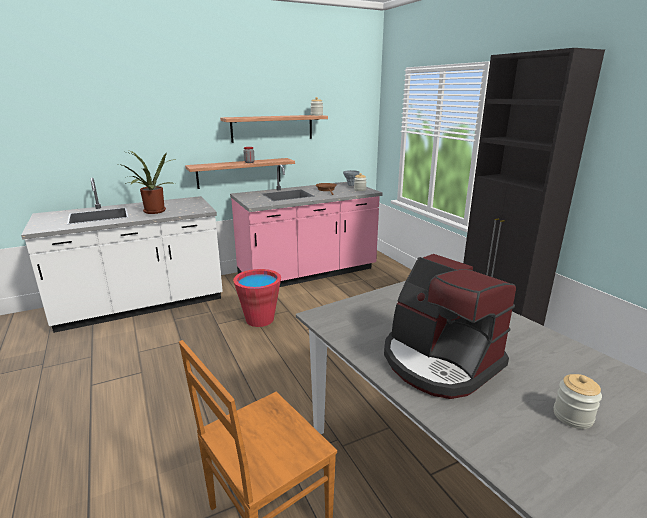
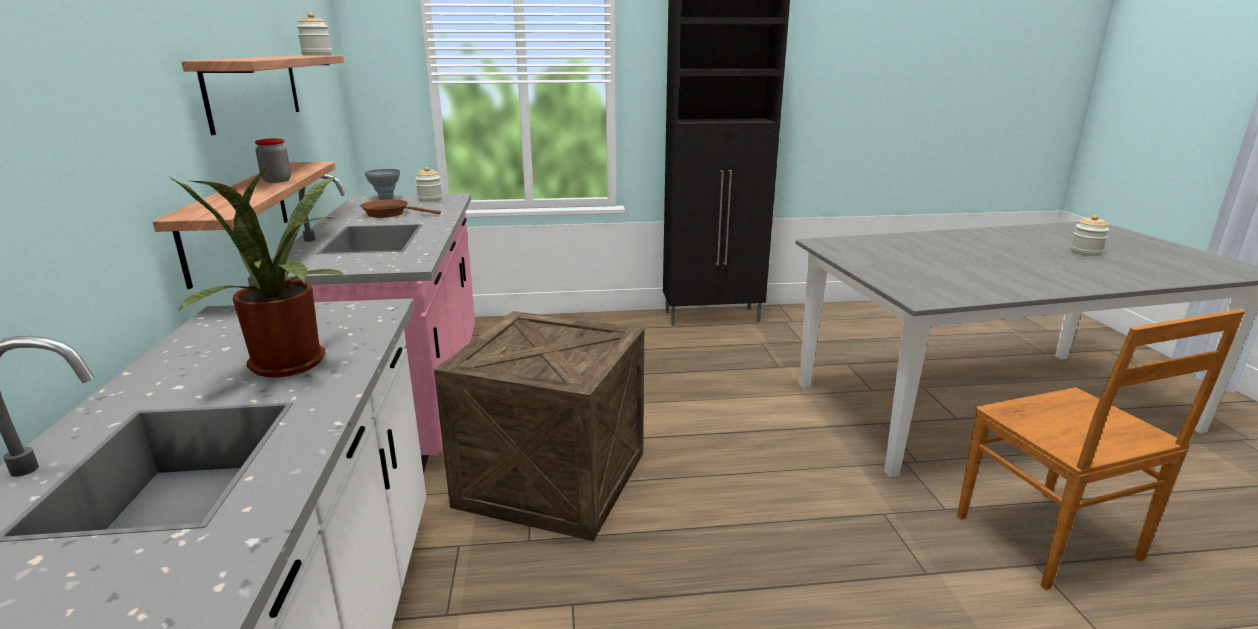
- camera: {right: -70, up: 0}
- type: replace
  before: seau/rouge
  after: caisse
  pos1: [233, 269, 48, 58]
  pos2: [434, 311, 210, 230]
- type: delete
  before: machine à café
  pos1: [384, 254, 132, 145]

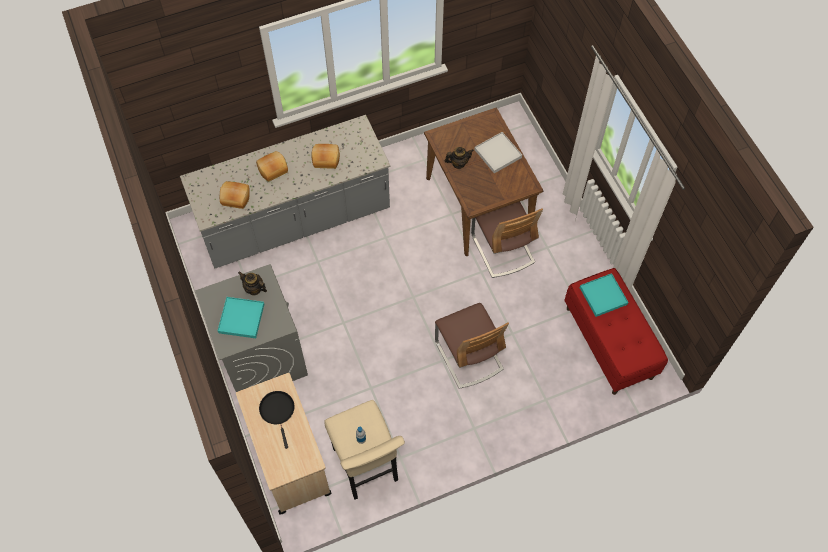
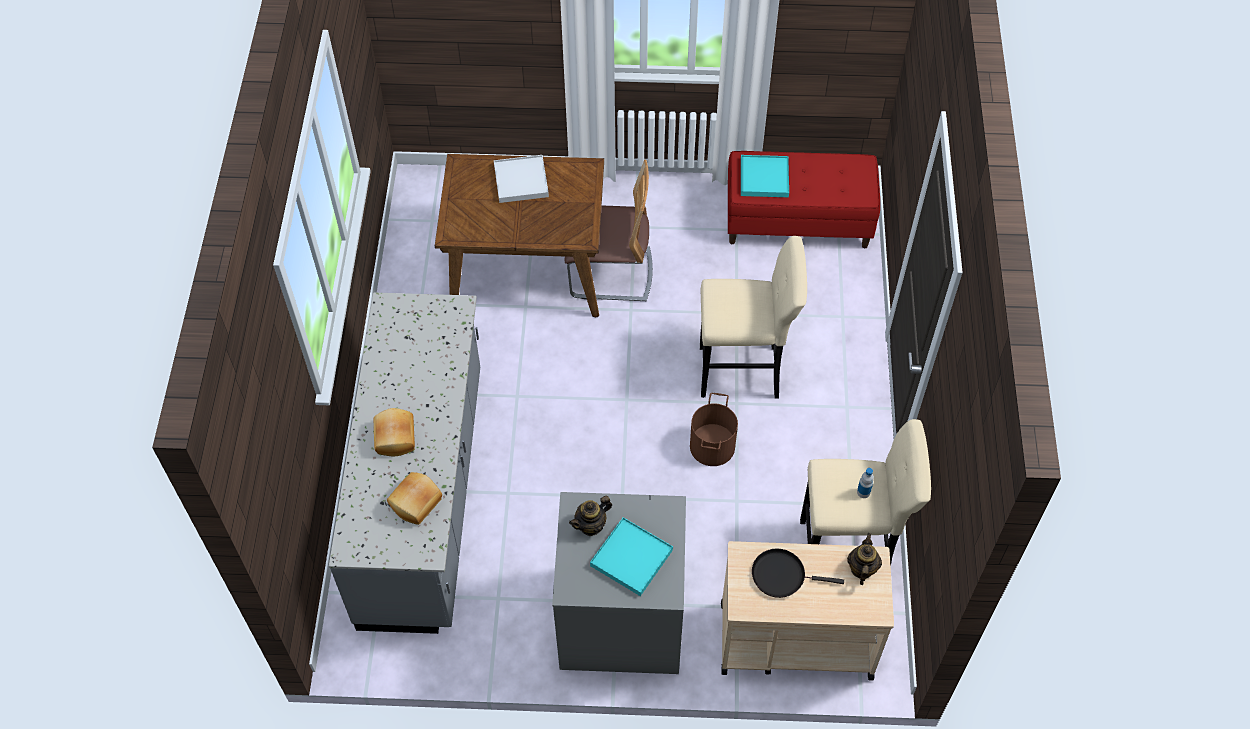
- camera: {right: -65, up: -5}
- type: insert
  after: seau/marron
  pos2: [690, 393, 48, 73]
- type: replace
  before: chaise
  after: tabouret/beige
  pos1: [435, 303, 74, 86]
  pos2: [700, 236, 107, 162]
- type: move
  before: théière
  pos1: [445, 147, 29, 22]
  pos2: [847, 533, 35, 52]
- type: delete
  before: pain
  pos1: [311, 144, 29, 25]

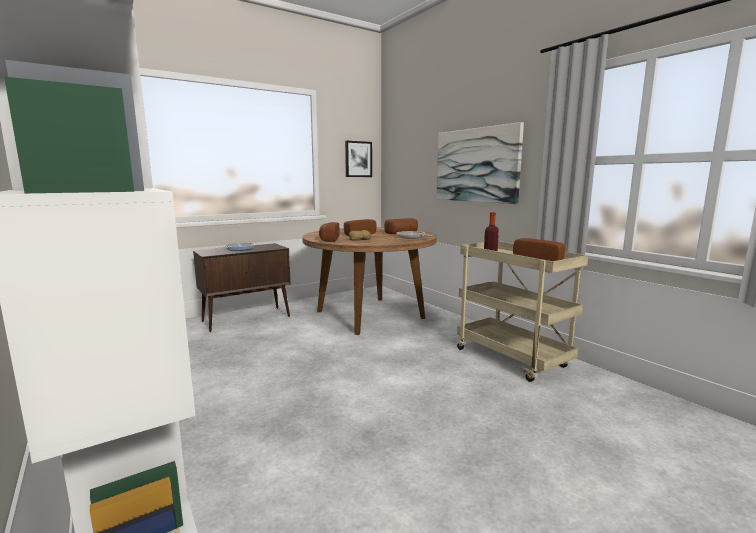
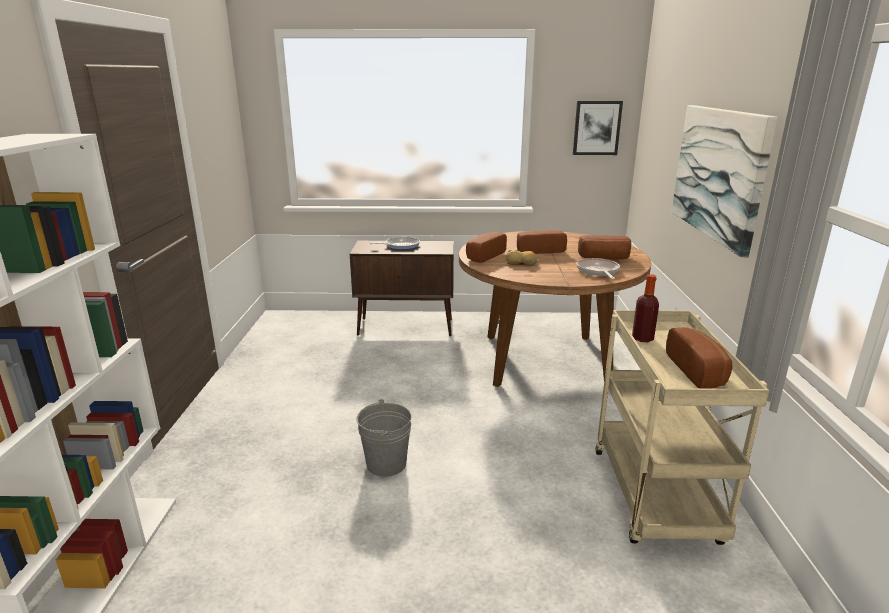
- camera: {right: 35, up: 10}
- type: insert
  after: seau/gris
  pos2: [357, 399, 54, 78]

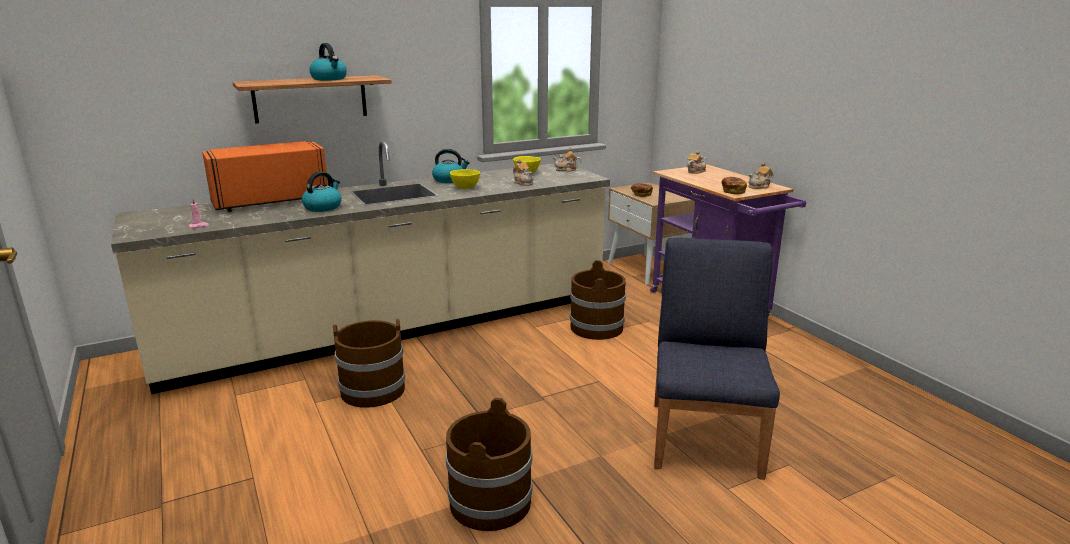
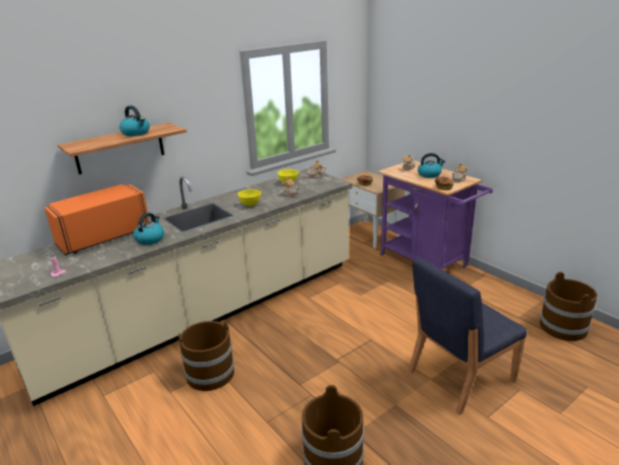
- camera: {right: -10, up: 5}
- type: rotate
  before: chaise/bleu
  pos1: [654, 238, 126, 242]
  pos2: [408, 258, 119, 157]
  turn: -120
- type: move
  before: bouilloire
  pos1: [432, 149, 38, 34]
  pos2: [418, 153, 27, 25]
- type: move
  before: seau/marron
  pos1: [570, 260, 56, 80]
  pos2: [540, 272, 57, 69]

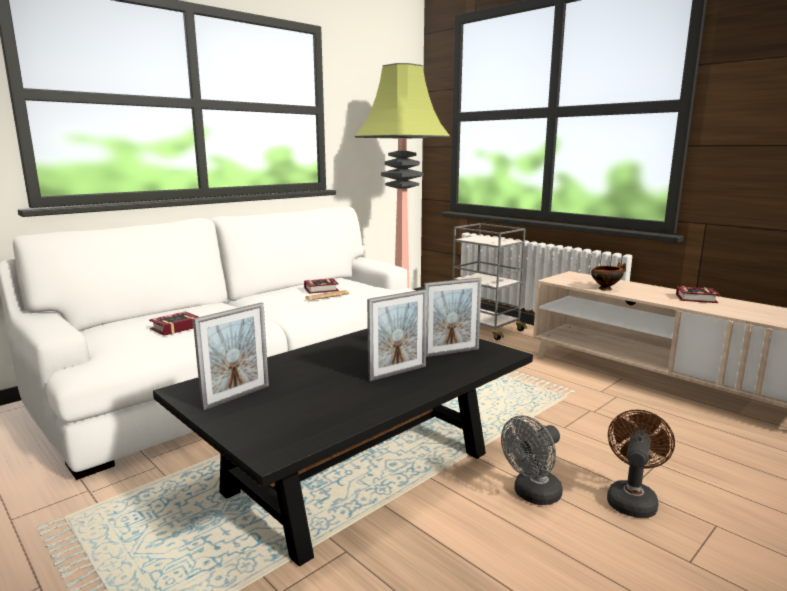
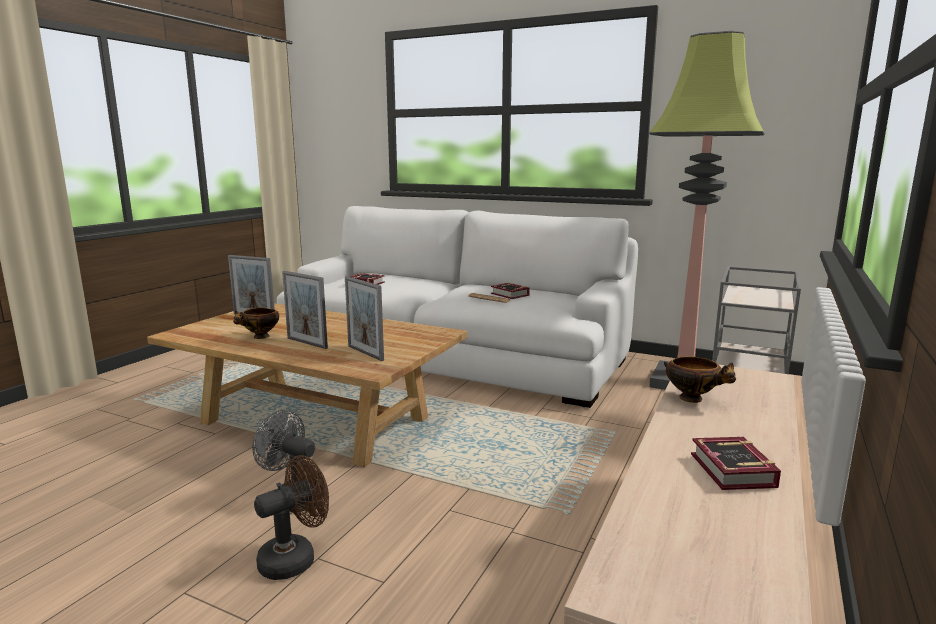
- camera: {right: 70, up: 0}
- type: recolor
  before: table basse/noir
  after: table basse/beige
  pos1: [153, 328, 380, 238]
  pos2: [147, 303, 321, 164]
- type: insert
  after: bol
  pos2: [233, 308, 46, 31]
- type: rotate
  before: ventilateur/marron
  pos1: [607, 410, 68, 108]
  pos2: [254, 455, 75, 125]
  turn: -45

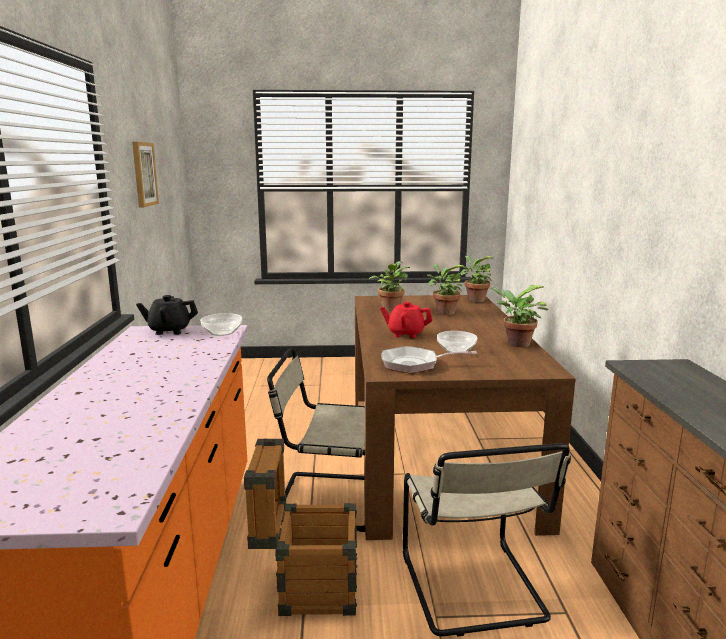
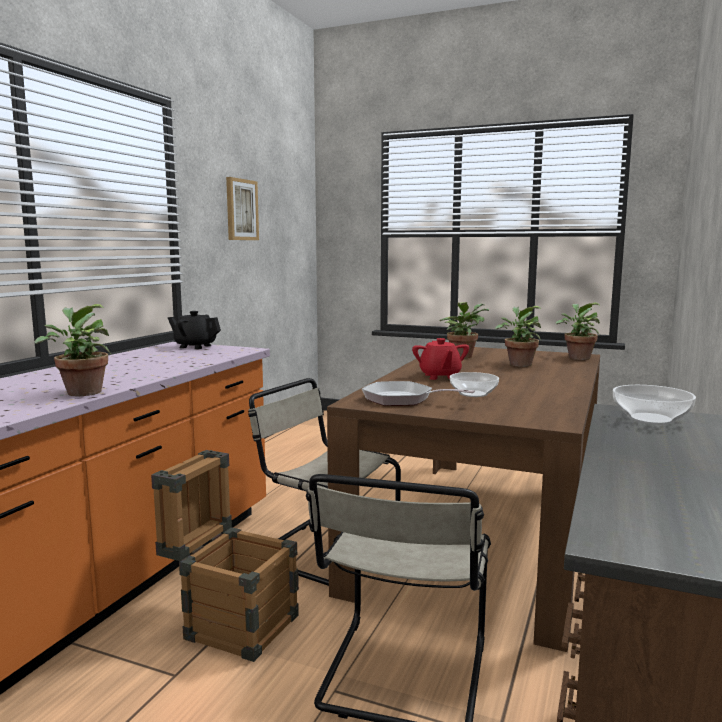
- camera: {right: 25, up: -5}
- type: move
  before: plante en pot
  pos1: [490, 285, 58, 62]
  pos2: [34, 304, 77, 92]
- type: rotate
  before: théière/rouge
  pos1: [380, 302, 53, 36]
  pos2: [412, 338, 57, 42]
  turn: -135
- type: move
  before: bol
  pos1: [200, 313, 42, 23]
  pos2: [613, 385, 83, 40]

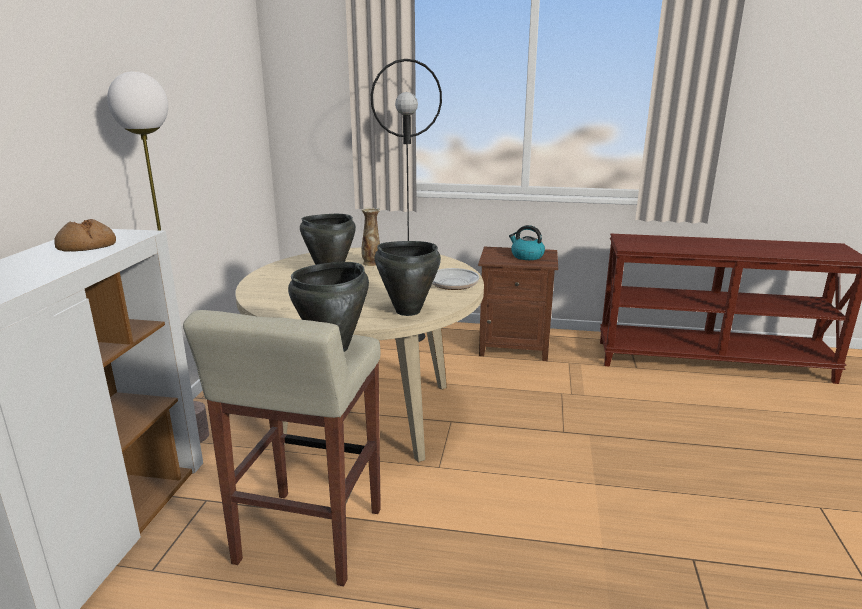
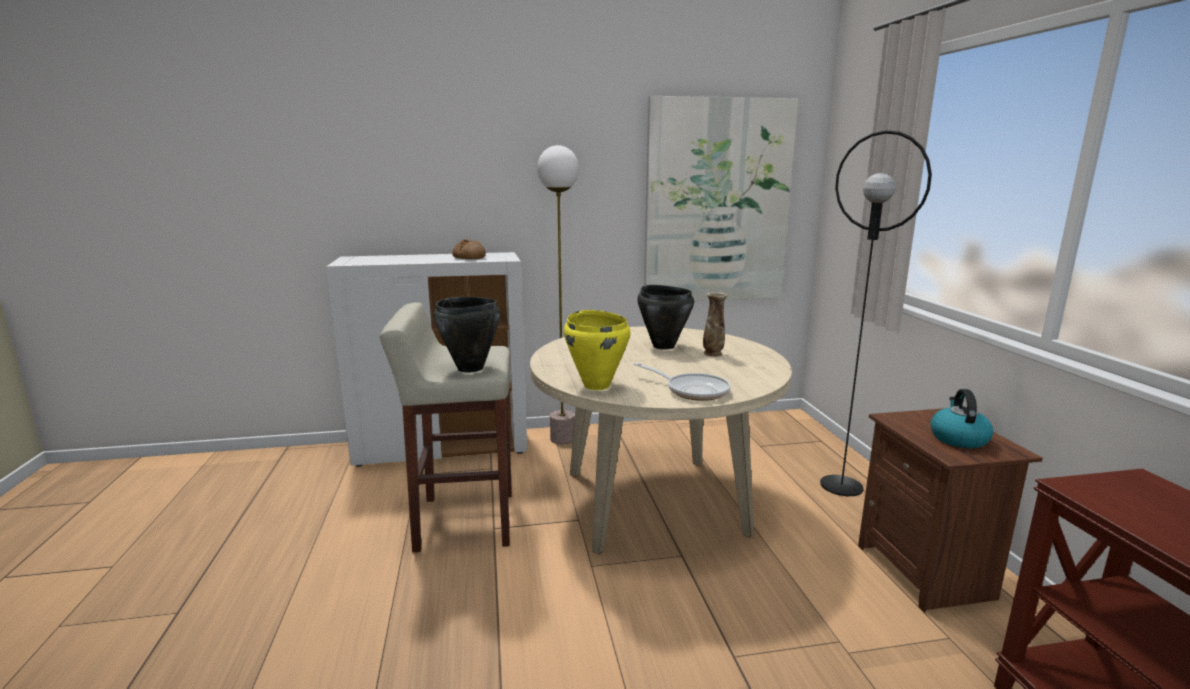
- camera: {right: 70, up: -5}
- type: recolor
  before: marmite/noir
  after: marmite/jaune
  pos1: [375, 241, 66, 75]
  pos2: [564, 310, 67, 80]
- type: insert
  after: tableau
  pos2: [644, 96, 155, 205]

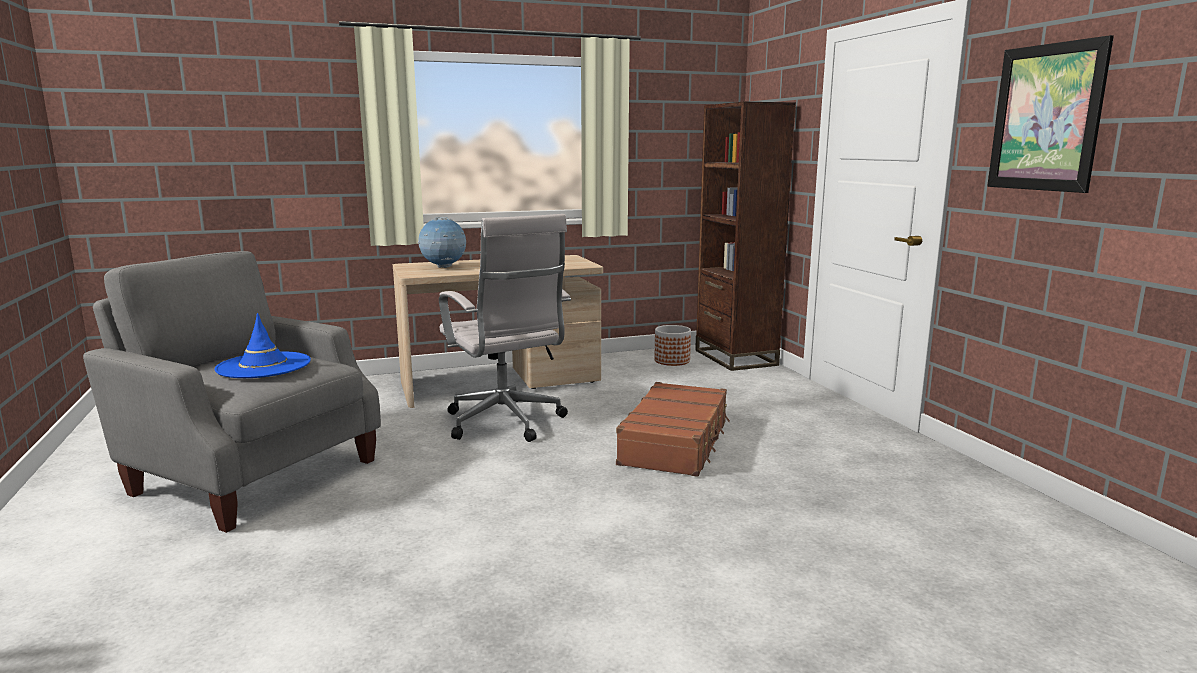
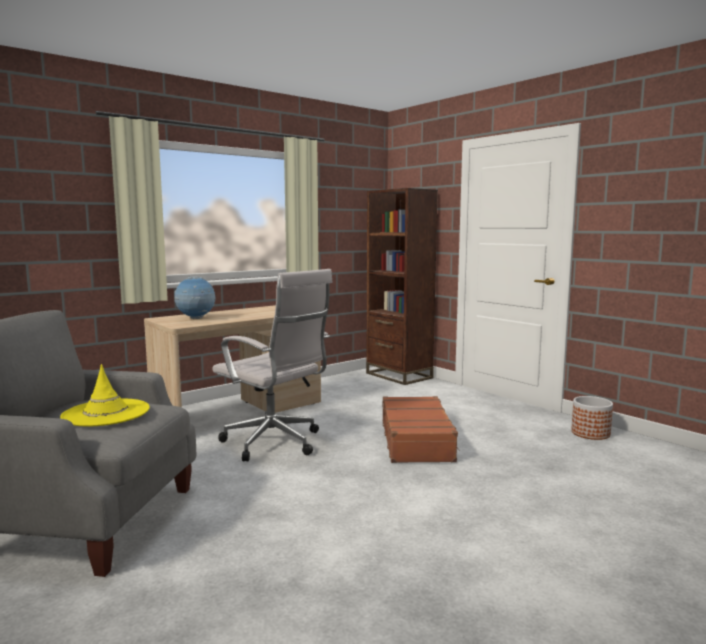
- camera: {right: -20, up: -5}
- type: recolor
  before: chapeau/bleu
  after: chapeau/jaune
  pos1: [214, 313, 97, 65]
  pos2: [60, 364, 90, 62]
- type: move
  before: cache-pot
  pos1: [654, 325, 37, 41]
  pos2: [571, 396, 42, 44]
- type: delete
  before: tableau
  pos1: [987, 35, 127, 158]

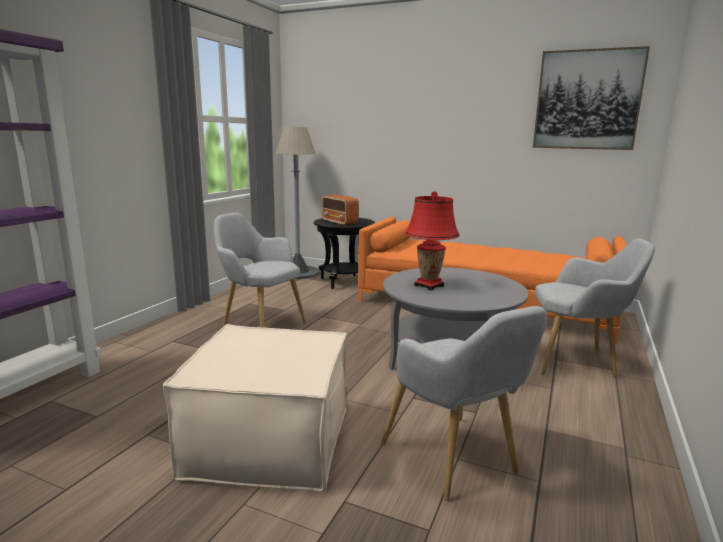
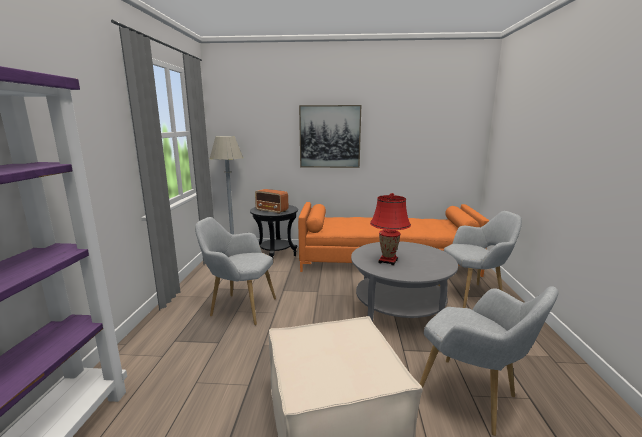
- camera: {right: -20, up: 0}
- type: move
  before: tableau
  pos1: [533, 46, 117, 104]
  pos2: [299, 105, 62, 63]

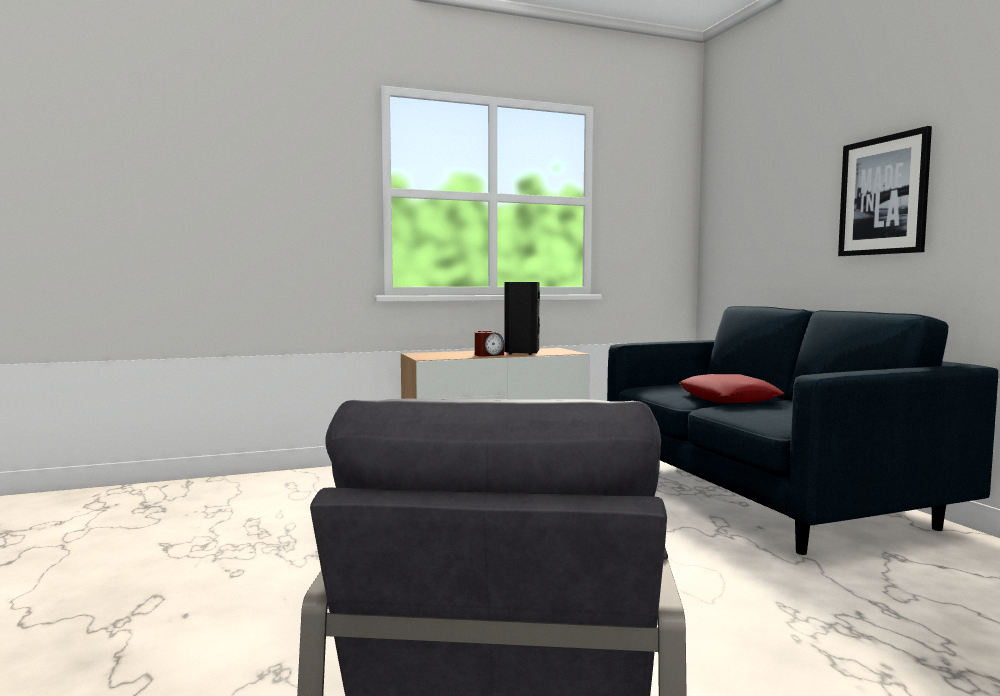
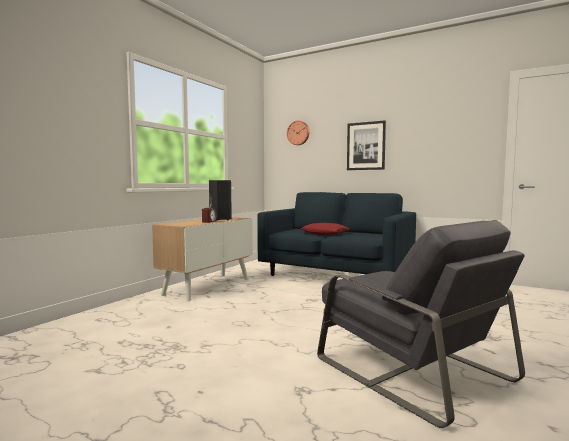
- camera: {right: -40, up: 0}
- type: insert
  after: horloge murale
  pos2: [287, 121, 22, 24]

